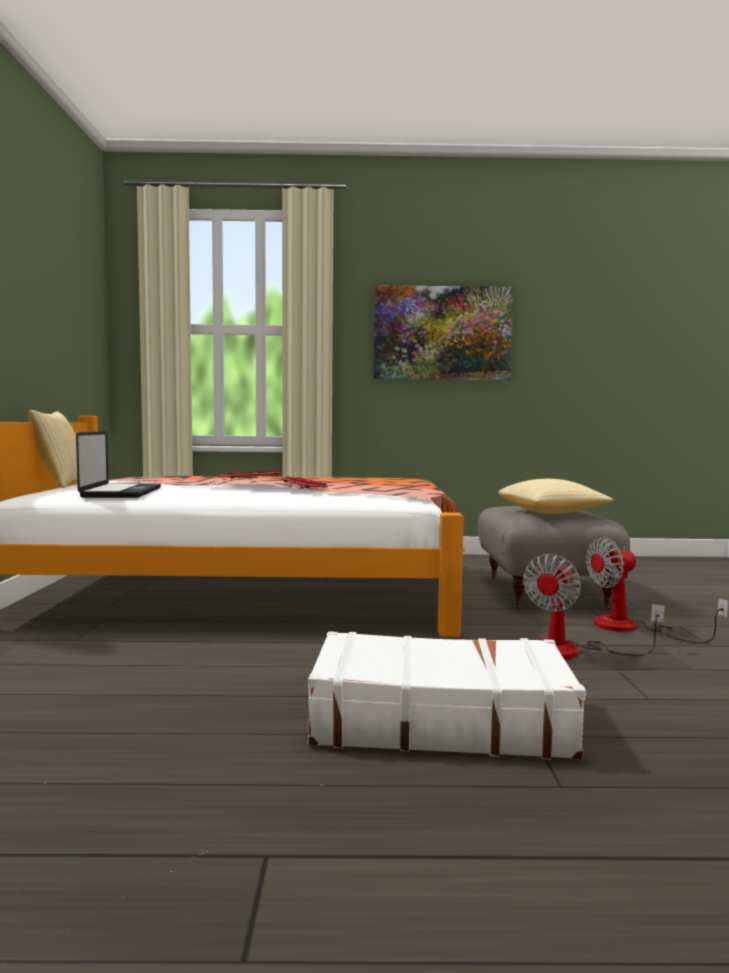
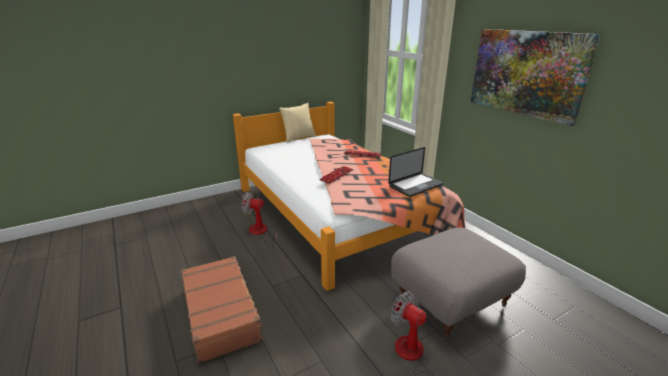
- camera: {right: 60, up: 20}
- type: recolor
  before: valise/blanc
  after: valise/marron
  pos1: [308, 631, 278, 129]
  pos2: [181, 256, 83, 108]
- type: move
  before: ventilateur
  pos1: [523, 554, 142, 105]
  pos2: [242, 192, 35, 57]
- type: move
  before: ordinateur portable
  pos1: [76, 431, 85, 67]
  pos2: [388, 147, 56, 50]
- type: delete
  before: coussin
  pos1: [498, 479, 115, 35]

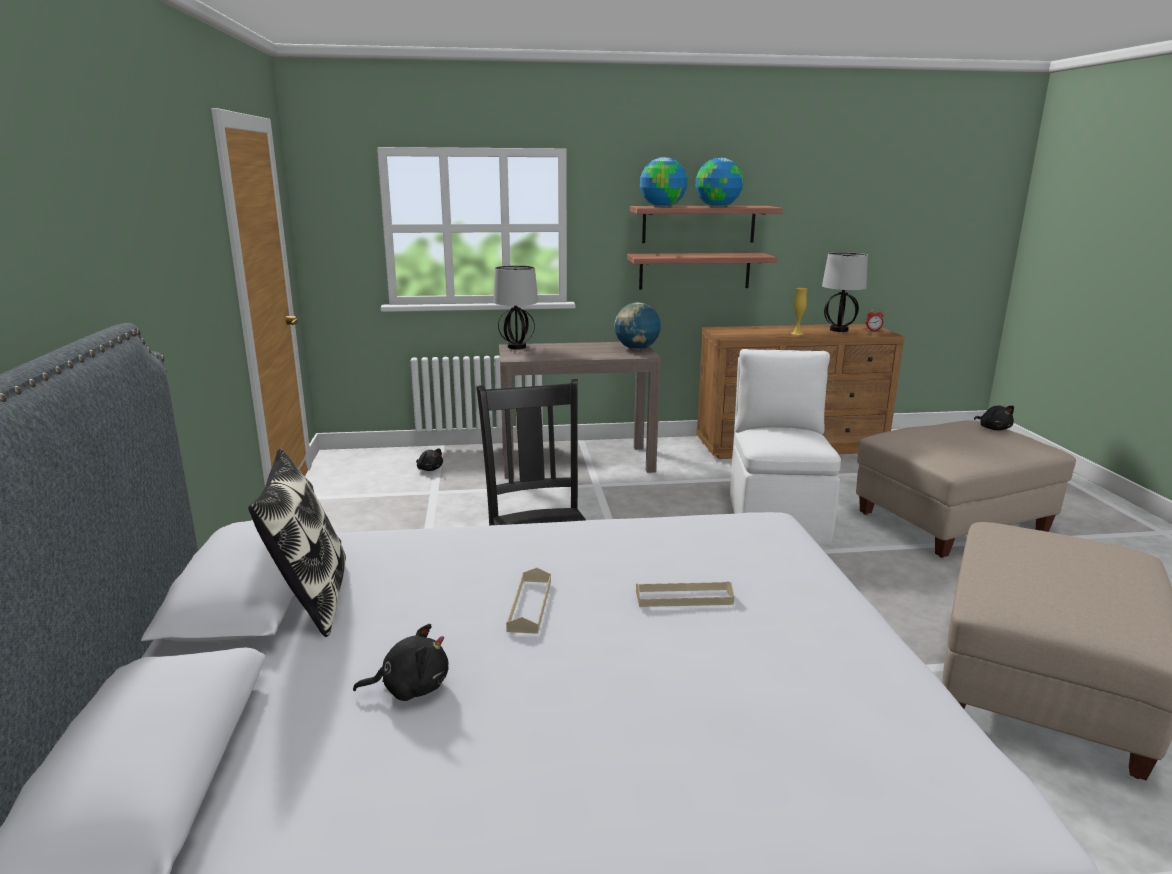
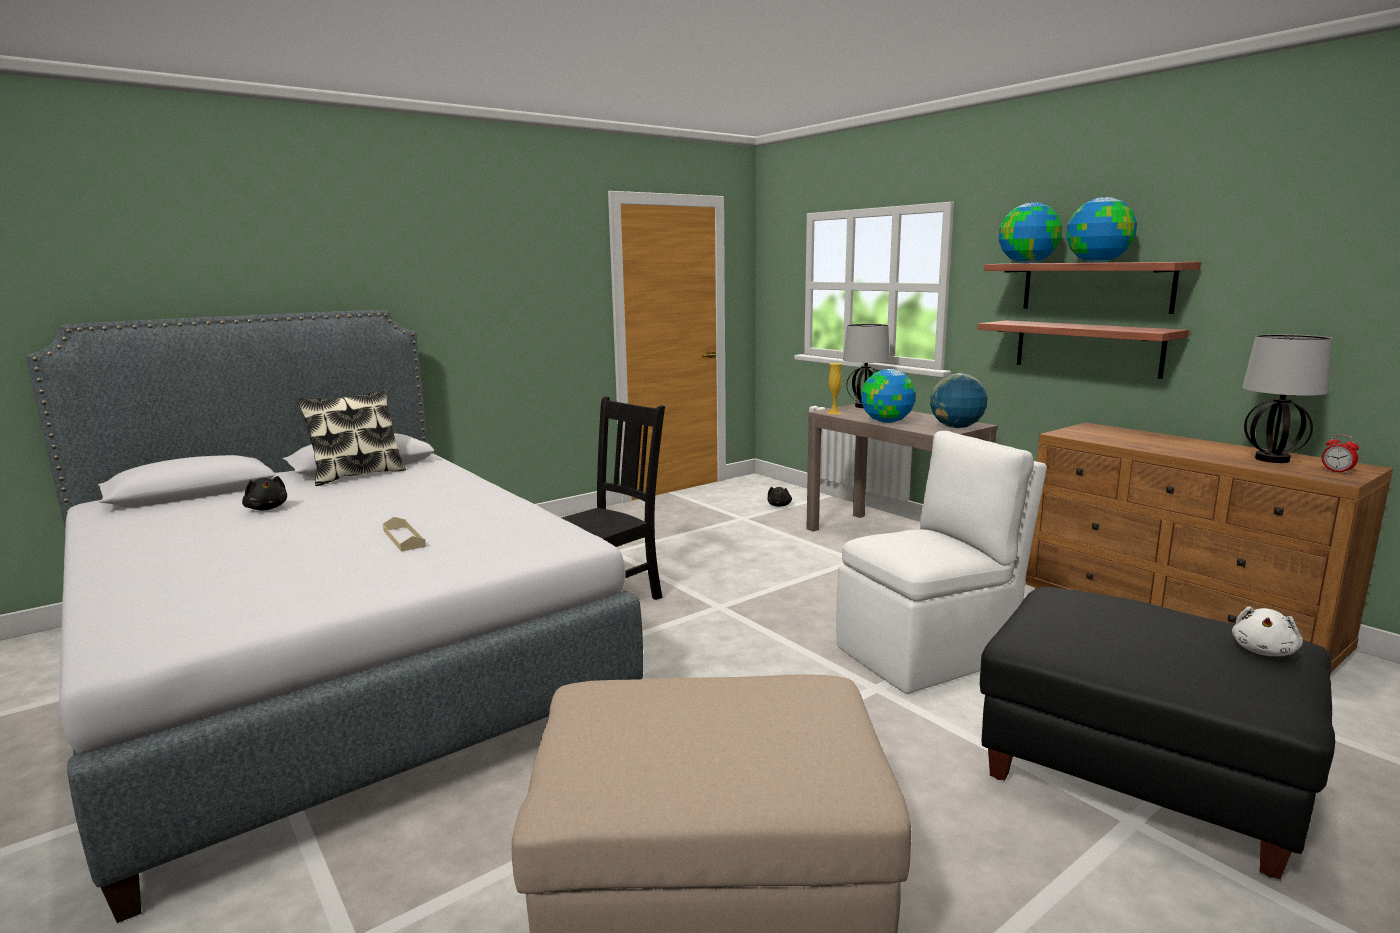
- camera: {right: 60, up: -5}
- type: move
  before: vase/jaune
  pos1: [791, 288, 16, 47]
  pos2: [828, 363, 14, 51]
- type: insert
  after: globe
  pos2: [861, 369, 55, 54]
- type: recolor
  before: pouf/beige
  after: pouf/noir
  pos1: [856, 420, 220, 138]
  pos2: [980, 587, 355, 292]
- type: recolor
  before: peluche/noir
  after: peluche/blanc
  pos1: [974, 406, 40, 24]
  pos2: [1232, 606, 71, 50]
- type: delete
  before: plateau/beige
  pos1: [506, 567, 45, 67]

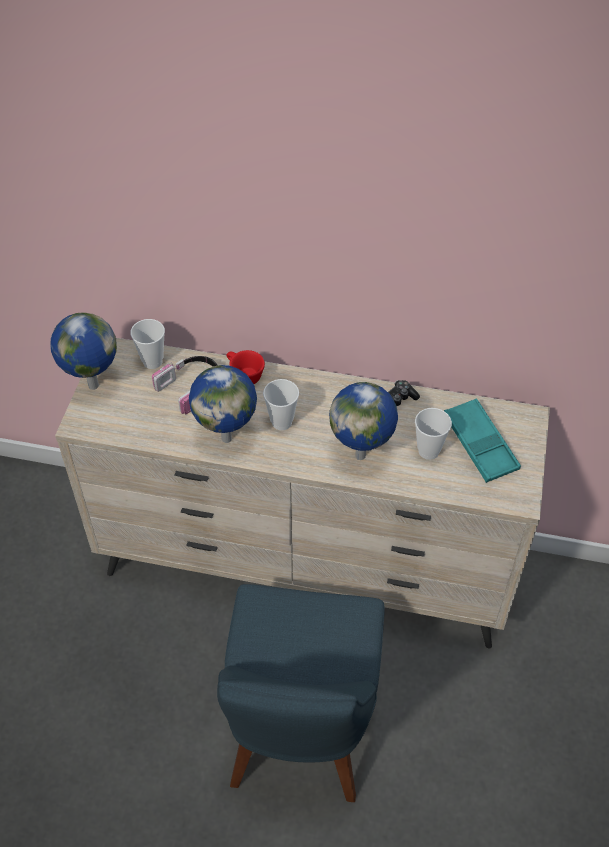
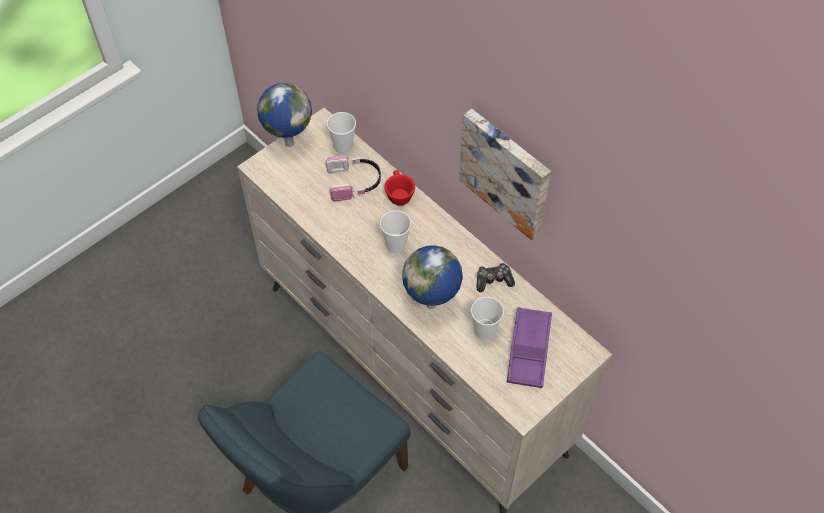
- camera: {right: 35, up: 5}
- type: insert
  after: tableau
  pos2: [459, 109, 92, 131]
- type: recolor
  before: plateau/turquoise
  after: plateau/violet
  pos1: [444, 398, 77, 85]
  pos2: [507, 307, 45, 81]
- type: delete
  before: globe
  pos1: [189, 365, 68, 78]

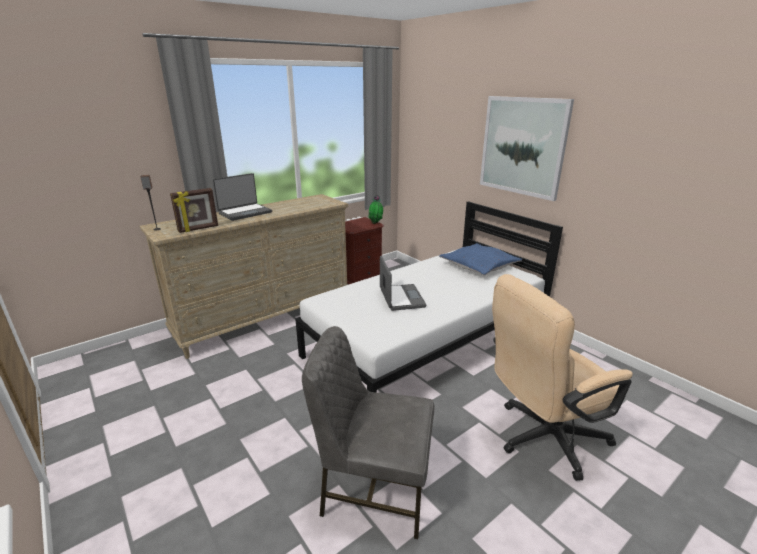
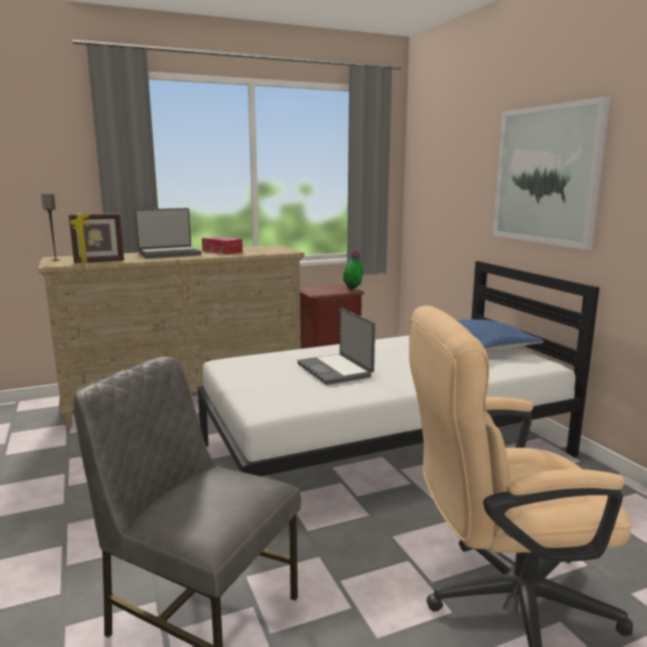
- camera: {right: 15, up: -10}
- type: insert
  after: boîte à mouchoirs
  pos2: [202, 236, 41, 18]
- type: rotate
  before: ordinateur portable
  pos1: [380, 256, 46, 55]
  pos2: [297, 308, 78, 77]
  turn: 150

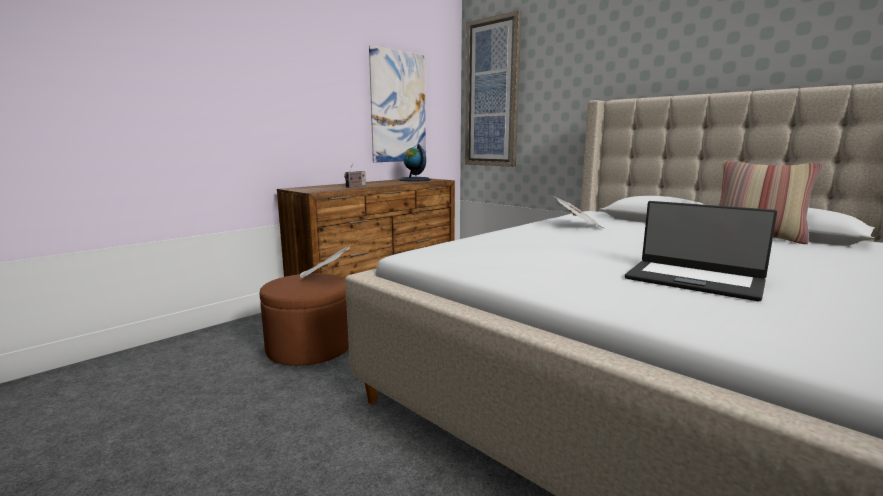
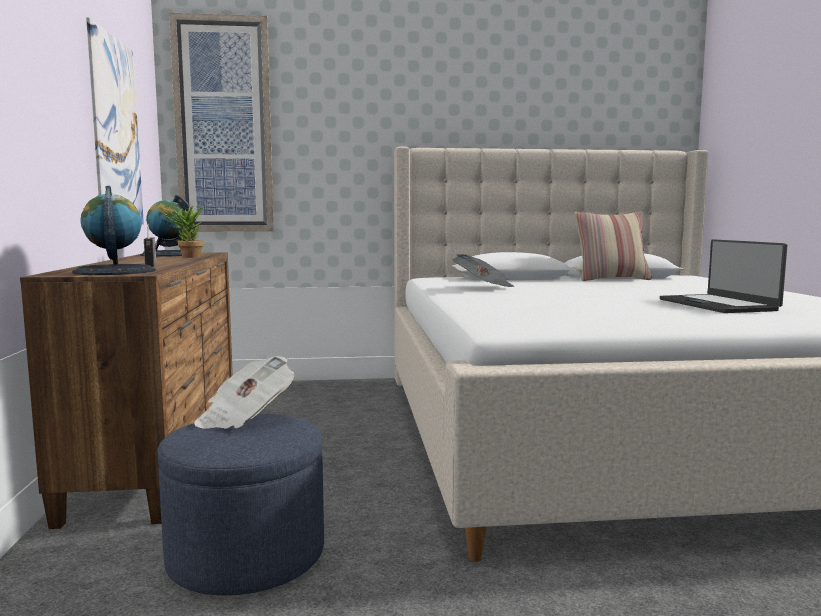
- camera: {right: -50, up: -5}
- type: insert
  after: globe
  pos2: [72, 186, 84, 89]
- type: recolor
  before: pouf/marron
  after: pouf/bleu
  pos1: [260, 273, 89, 93]
  pos2: [157, 414, 167, 182]
- type: insert
  after: plante en pot
  pos2: [163, 205, 41, 53]
- type: rotate
  before: ordinateur portable
  pos1: [625, 201, 152, 100]
  pos2: [660, 239, 128, 74]
  turn: 90

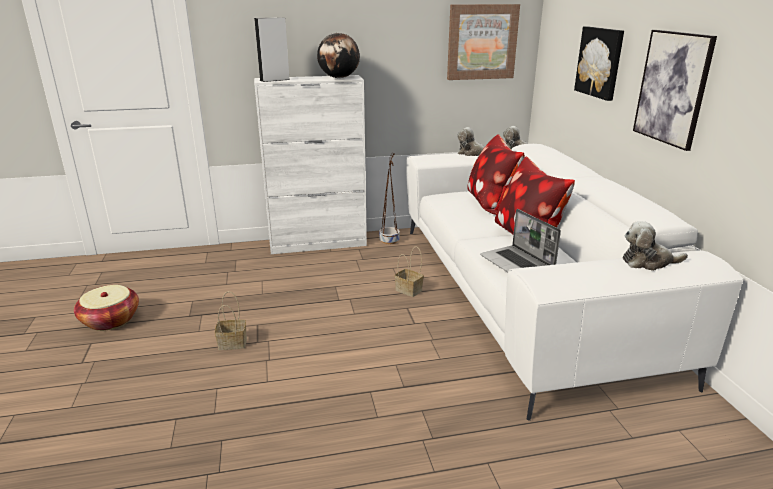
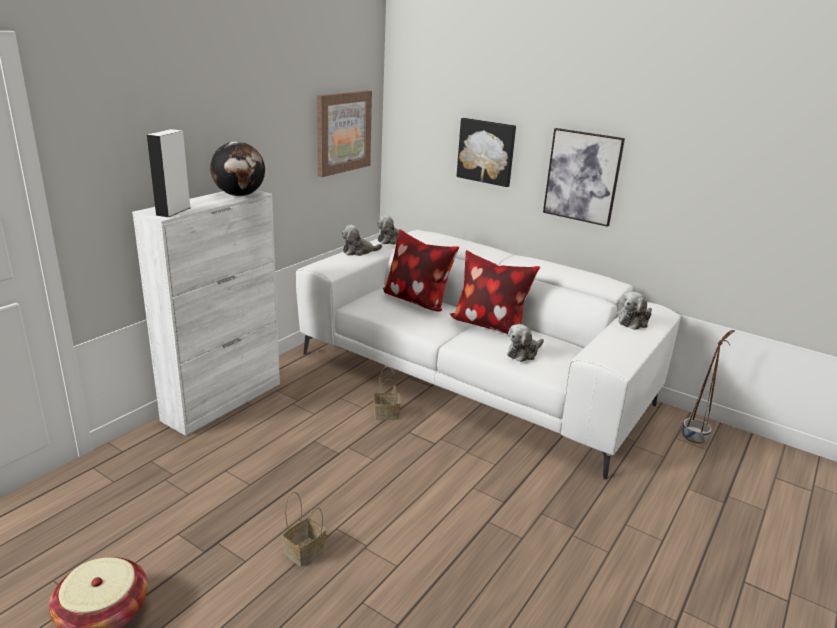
- camera: {right: -45, up: 0}
- type: replace
  before: ordinateur portable
  after: peluche
  pos1: [480, 209, 81, 63]
  pos2: [507, 324, 37, 38]
- type: move
  before: cache-pot/marron
  pos1: [379, 153, 21, 91]
  pos2: [681, 330, 54, 114]

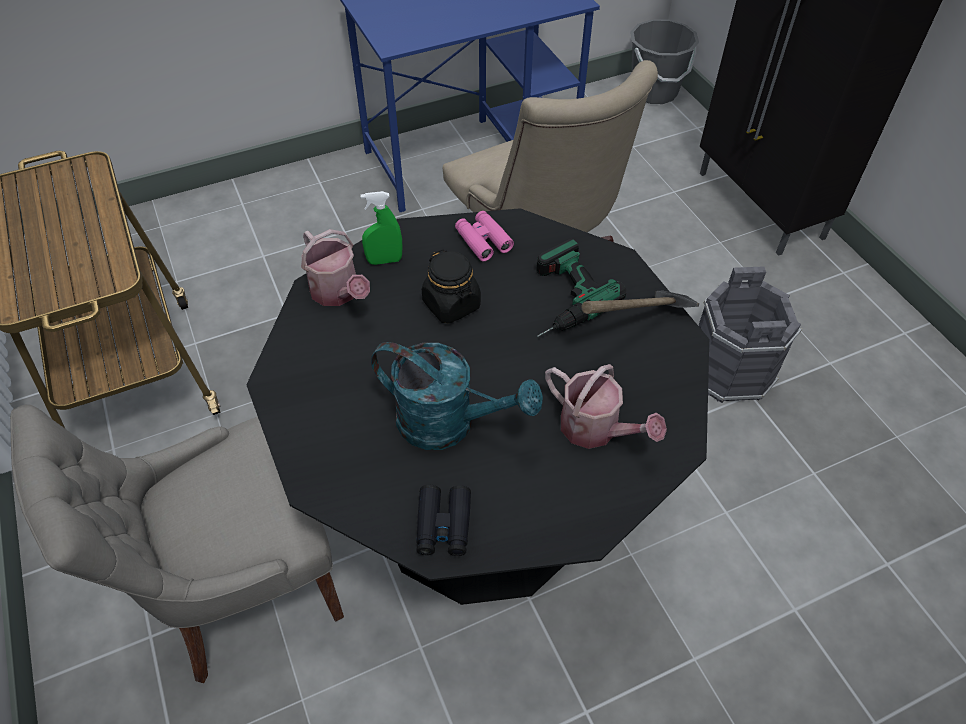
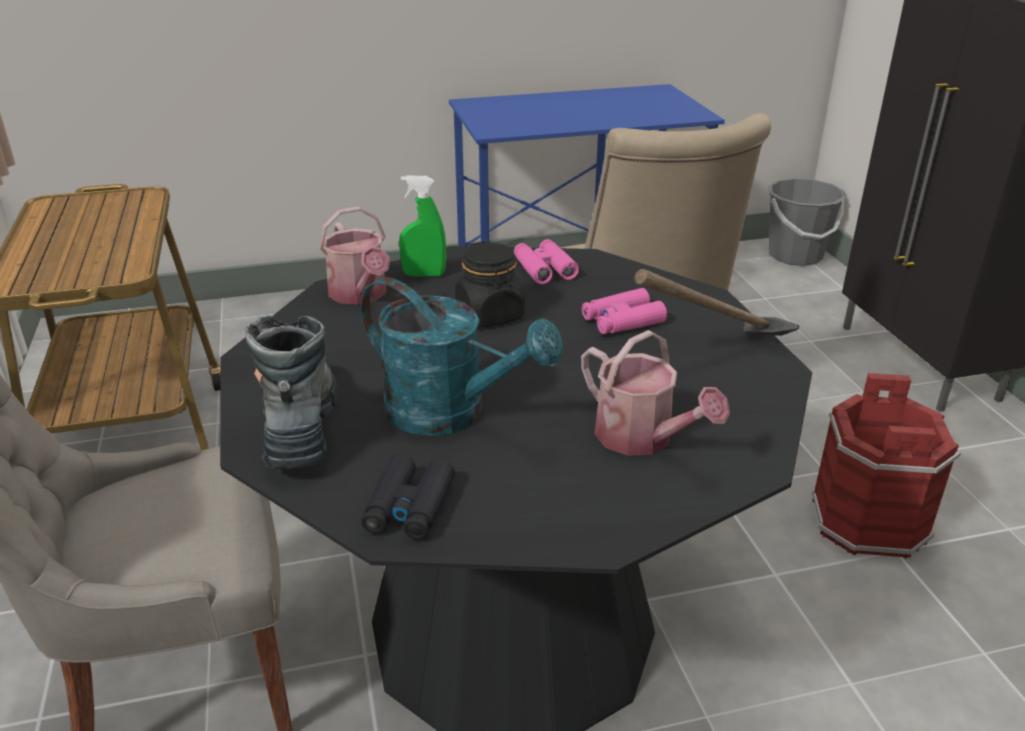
- camera: {right: 10, up: -20}
- type: insert
  after: botte
  pos2: [245, 315, 93, 154]
- type: replace
  before: perceuse
  after: jumelles/rose
  pos1: [536, 238, 90, 99]
  pos2: [582, 288, 85, 46]
- type: recolor
  before: seau/gris
  after: seau/rouge
  pos1: [698, 266, 104, 137]
  pos2: [812, 373, 149, 186]

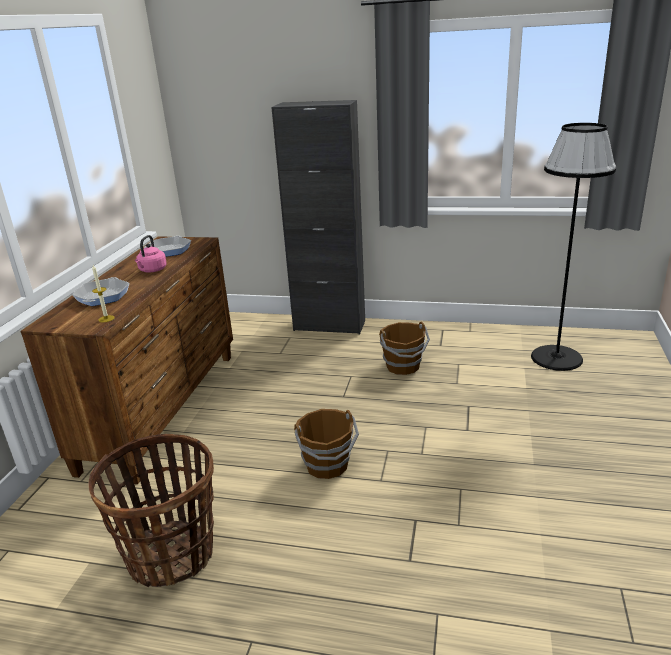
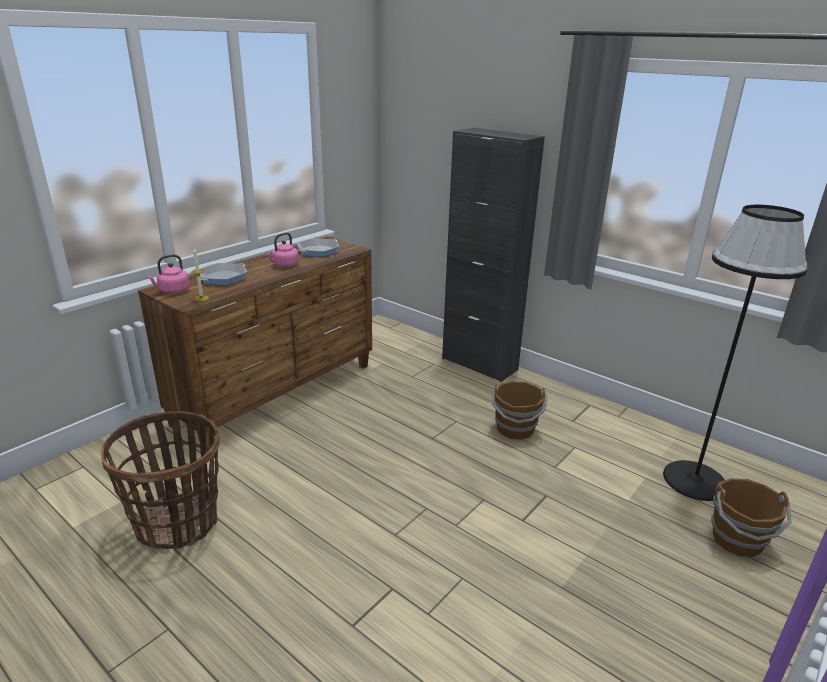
- camera: {right: 25, up: 0}
- type: insert
  after: bouilloire/rose
  pos2: [146, 254, 44, 39]
- type: move
  before: seau/marron
  pos1: [294, 409, 65, 70]
  pos2: [711, 478, 81, 79]

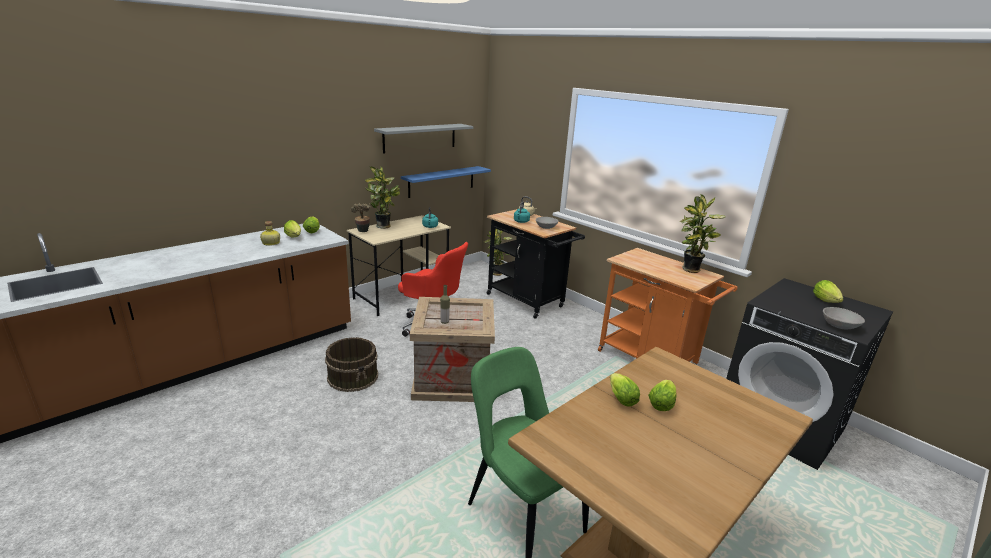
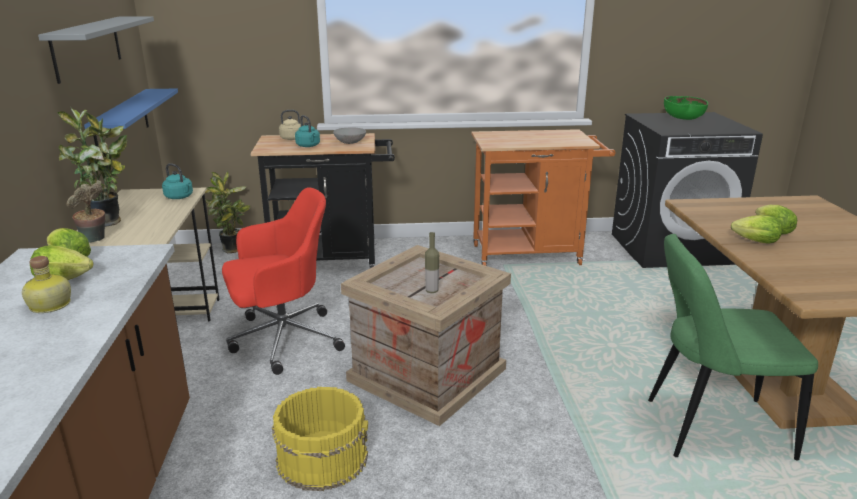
- camera: {right: -50, up: 0}
- type: recolor
  before: seau/marron
  after: seau/jaune
  pos1: [325, 337, 53, 55]
  pos2: [272, 387, 96, 104]
- type: replace
  before: laitue
  after: bol/vert
  pos1: [813, 280, 31, 23]
  pos2: [664, 96, 44, 24]
- type: delete
  before: plante en pot
  pos1: [680, 194, 46, 79]
- type: delete
  before: bol/gris
  pos1: [823, 307, 42, 22]

